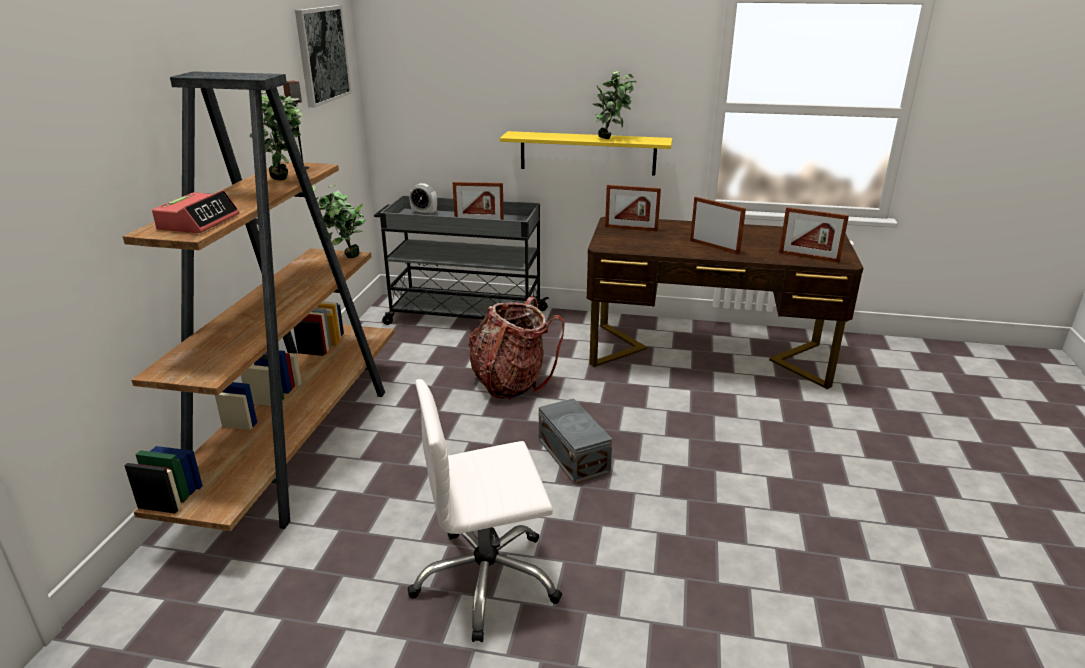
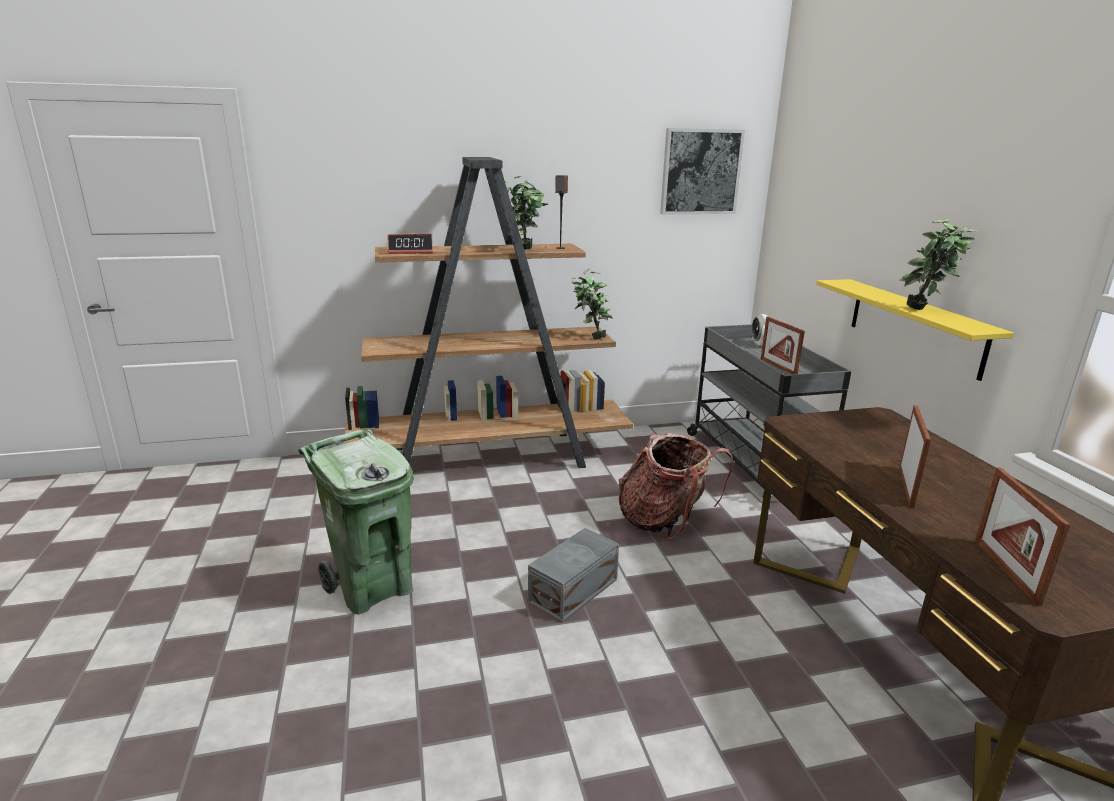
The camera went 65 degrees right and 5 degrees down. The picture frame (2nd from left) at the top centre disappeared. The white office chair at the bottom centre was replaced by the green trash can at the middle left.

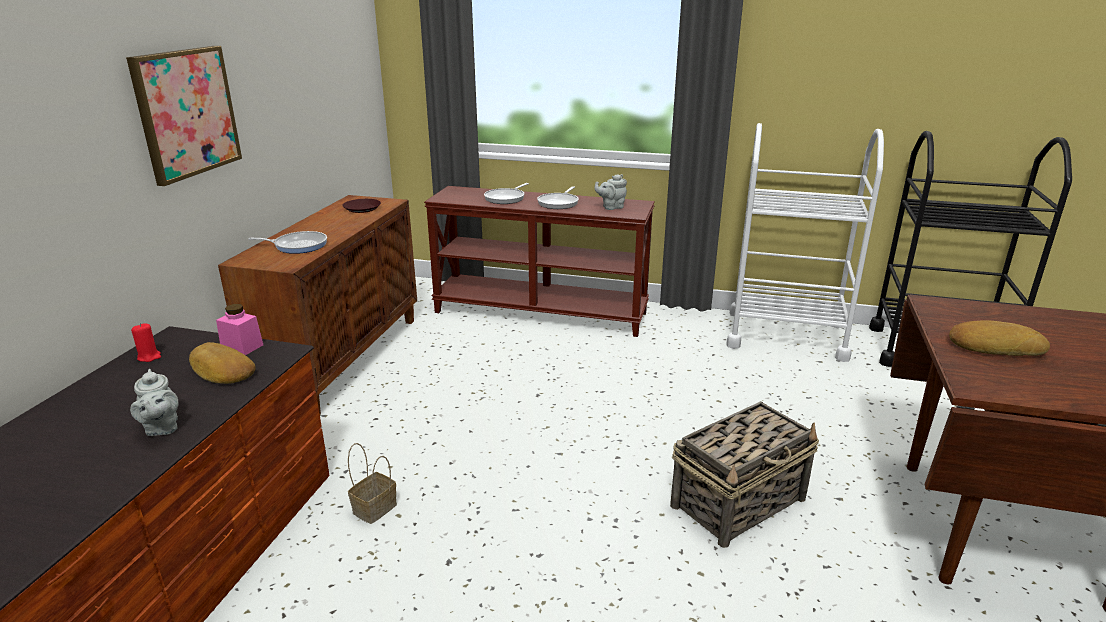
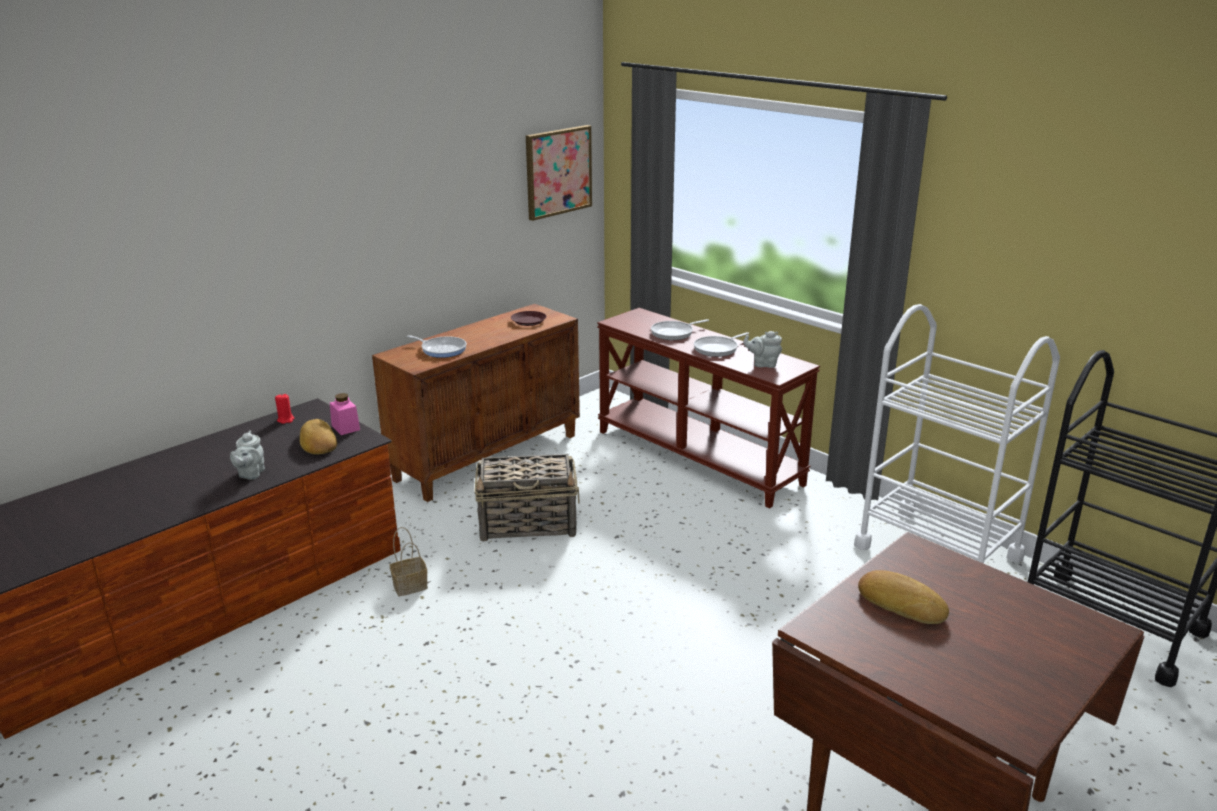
The camera went 30 degrees right and 0 degrees up. The picture moved from the top left to the top centre. The basket (2nd from left) moved from the bottom right to the centre.

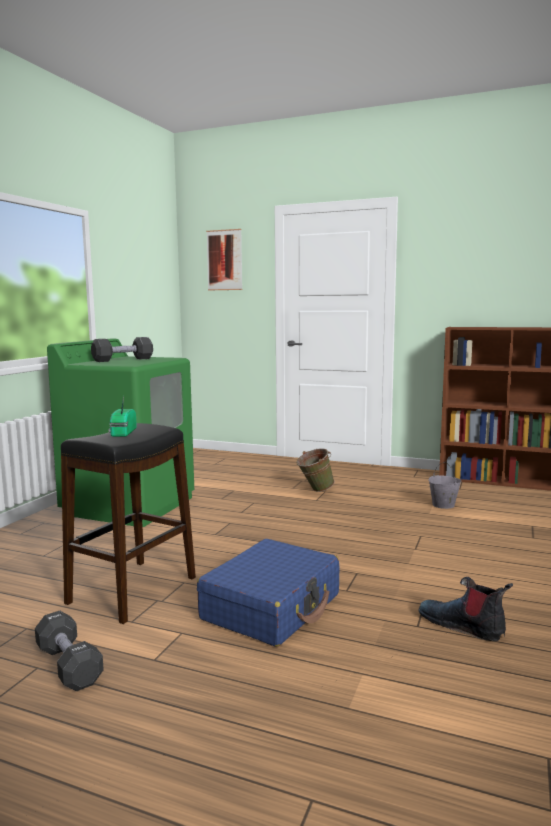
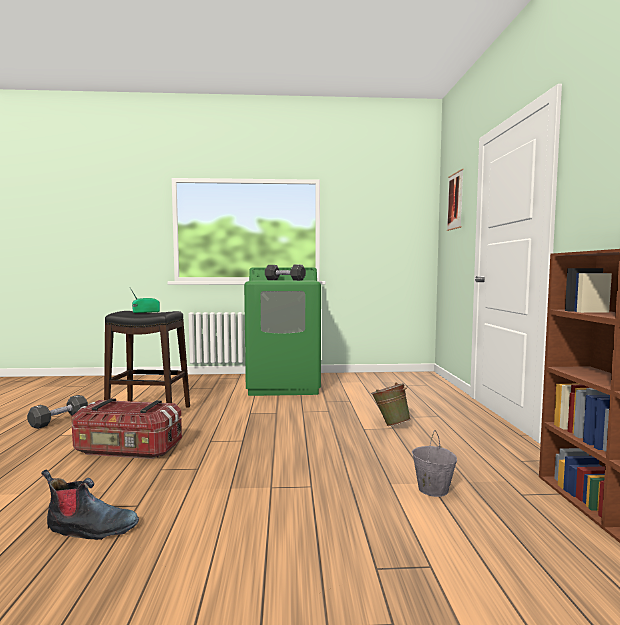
The camera went 65 degrees right and 5 degrees down. The blue suitcase at the bottom centre was replaced by the storage box at the bottom left. The boot at the bottom right turned 75 degrees clockwise.

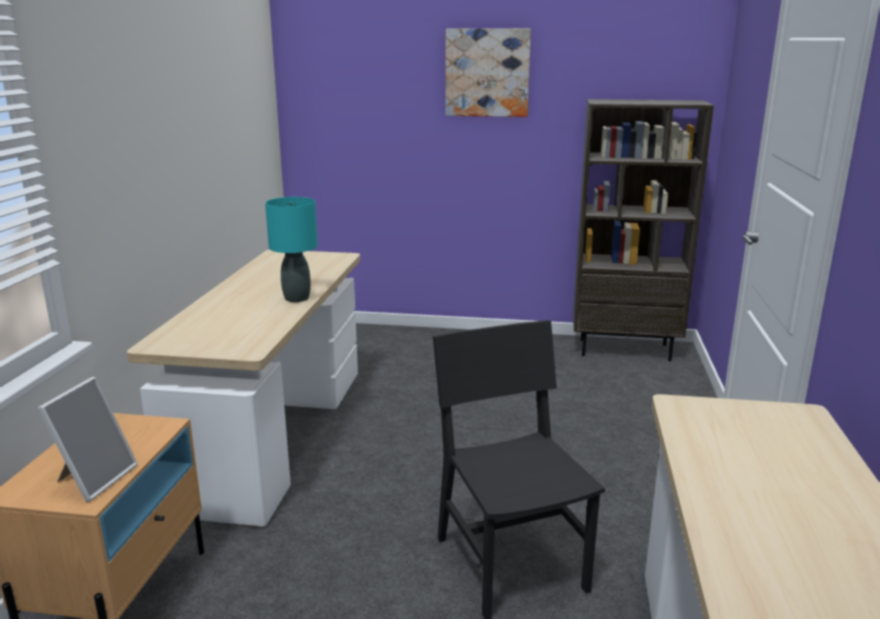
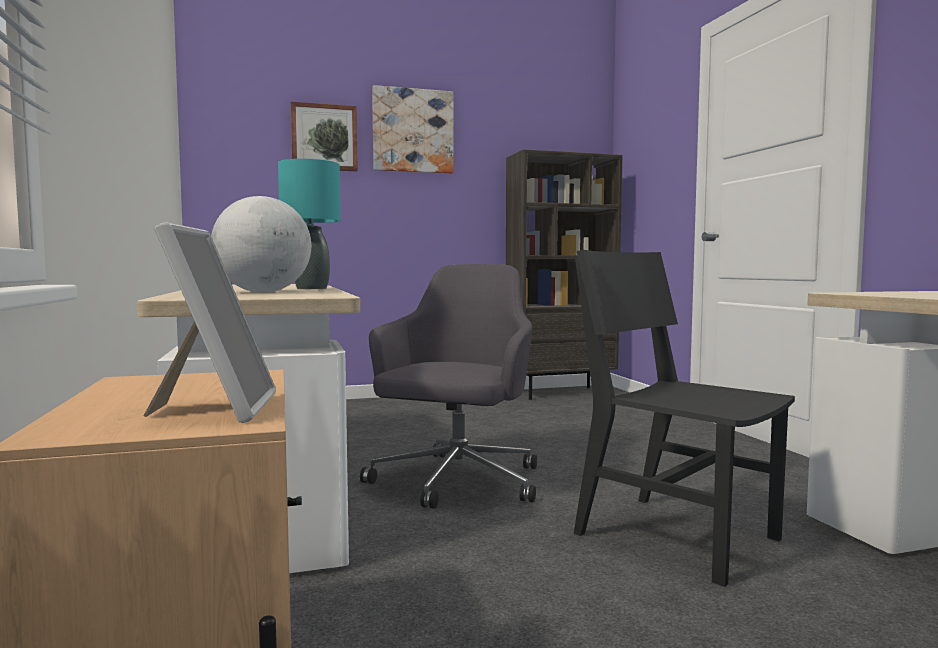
The camera went 25 degrees left and 15 degrees down. The globe at the middle left appeared. The picture (1st from left) at the top centre appeared. The grey office chair at the centre appeared.

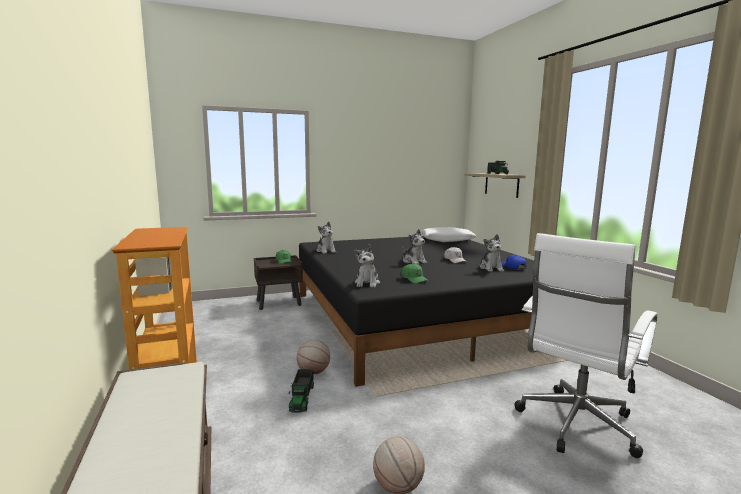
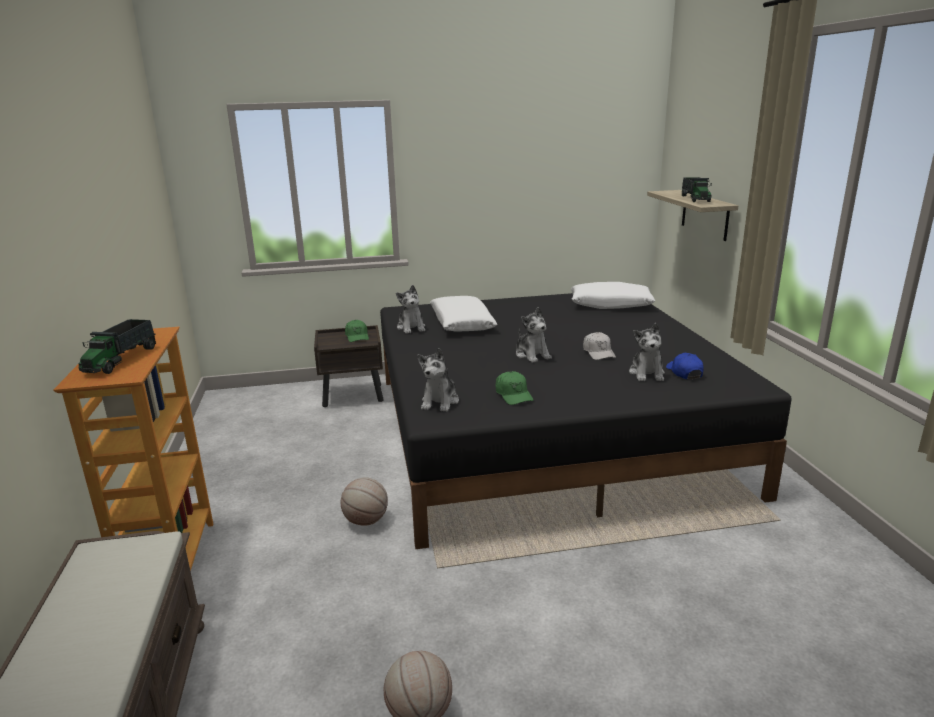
The camera went 10 degrees right and 10 degrees up. The white office chair at the bottom right disappeared. The white pillow (1st from left) at the centre appeared. The toy truck (1st from left) moved from the bottom centre to the middle left.

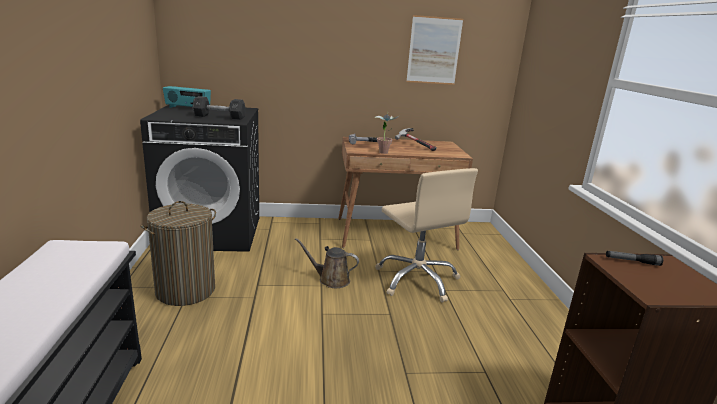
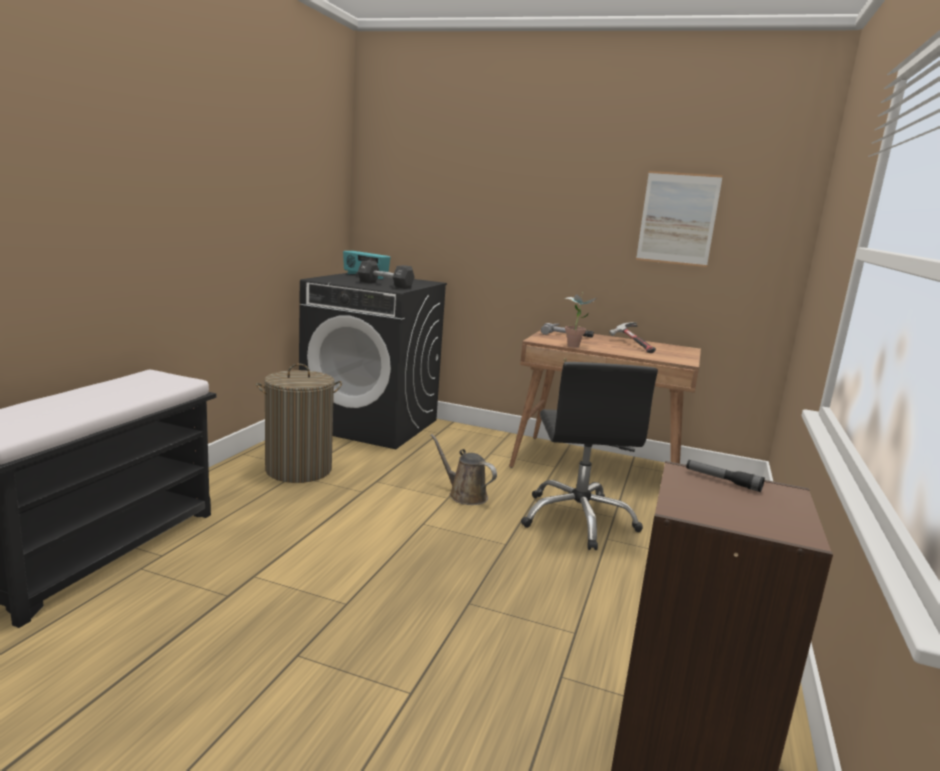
The camera went 25 degrees right and 5 degrees down. The beige office chair at the centre became the black office chair at the centre.

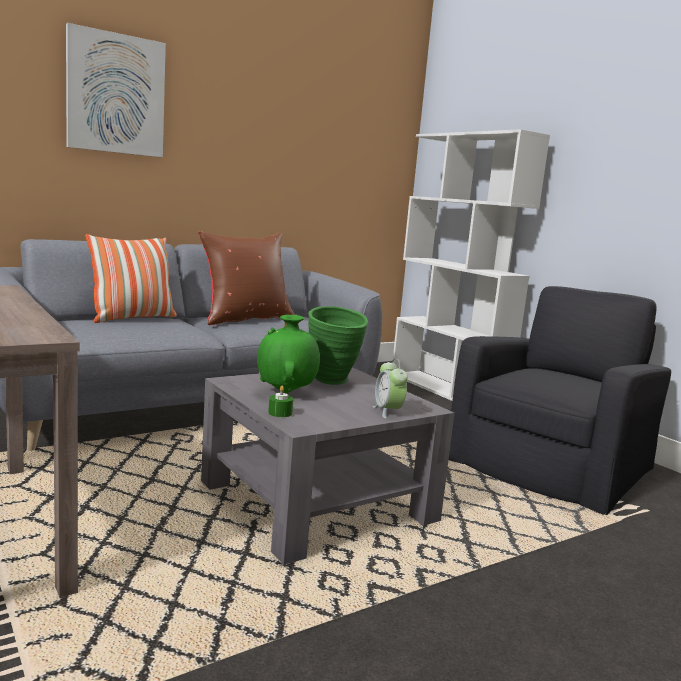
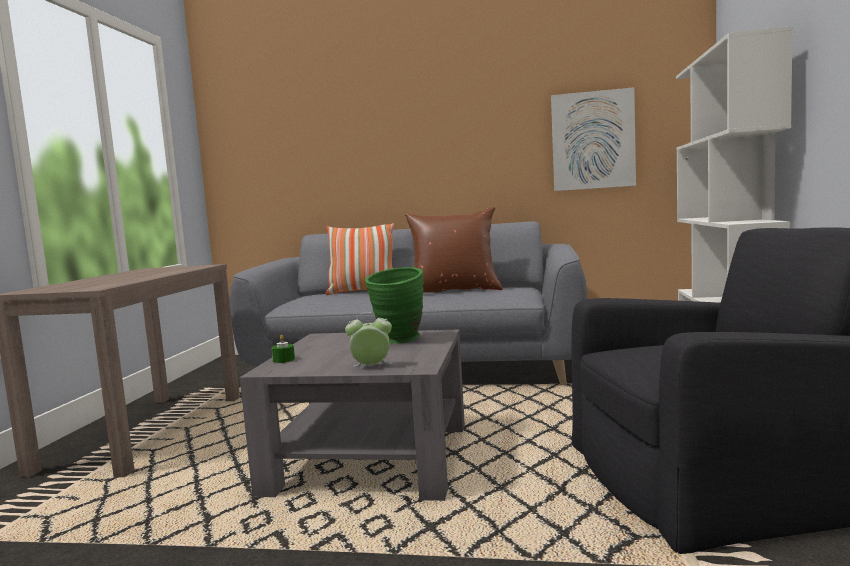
The camera went 45 degrees right and 5 degrees down. The green vase (1st from left) at the centre disappeared. The picture moved from the top left to the top right. The alarm clock at the centre turned 60 degrees clockwise.

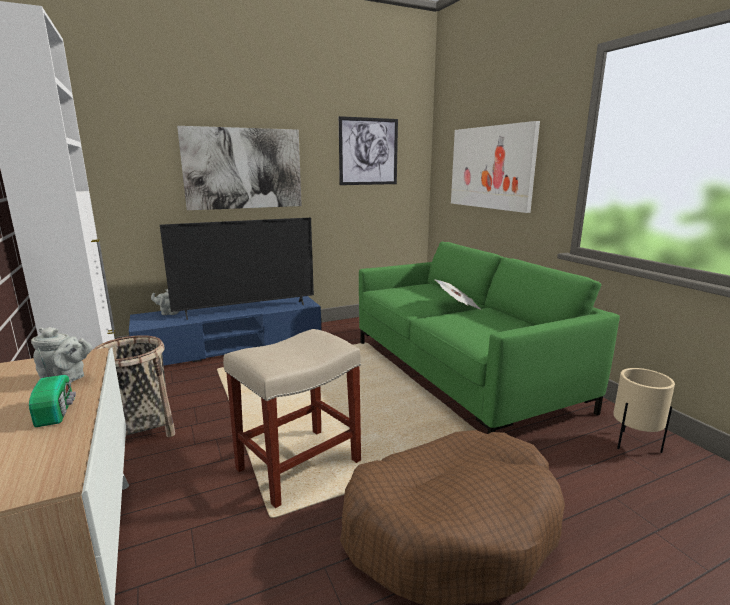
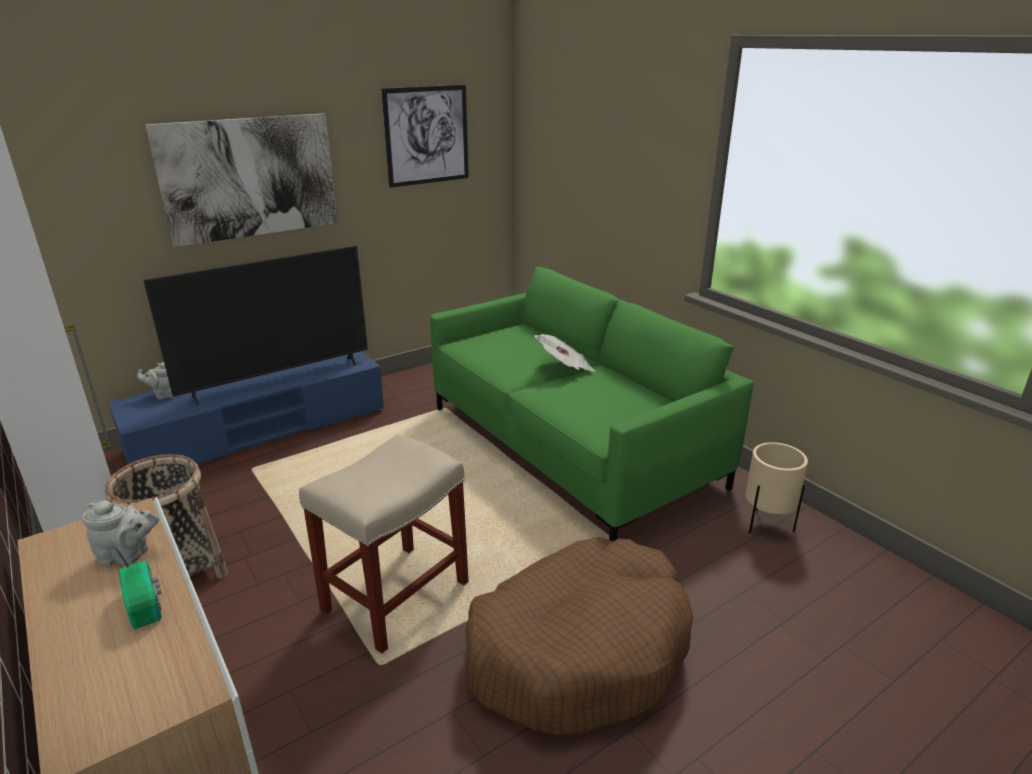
The camera went 10 degrees left and 10 degrees up. The picture (3rd from left) at the top right disappeared.

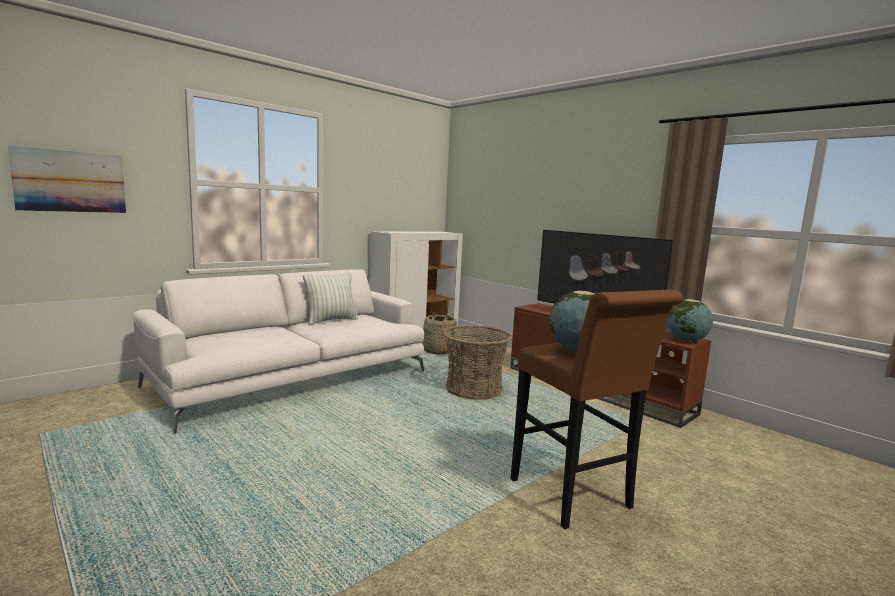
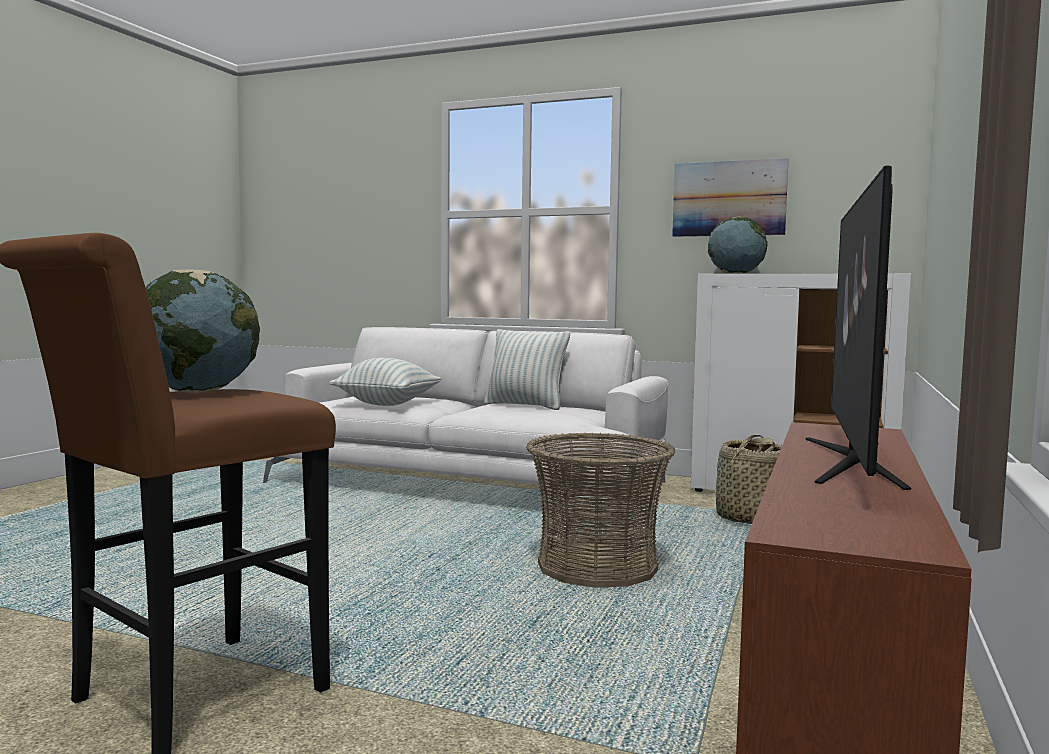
The camera went 65 degrees right and 5 degrees down. The pillow (1st from left) at the centre appeared. The picture moved from the top left to the top right. The globe (2nd from left) moved from the middle right to the top right.

